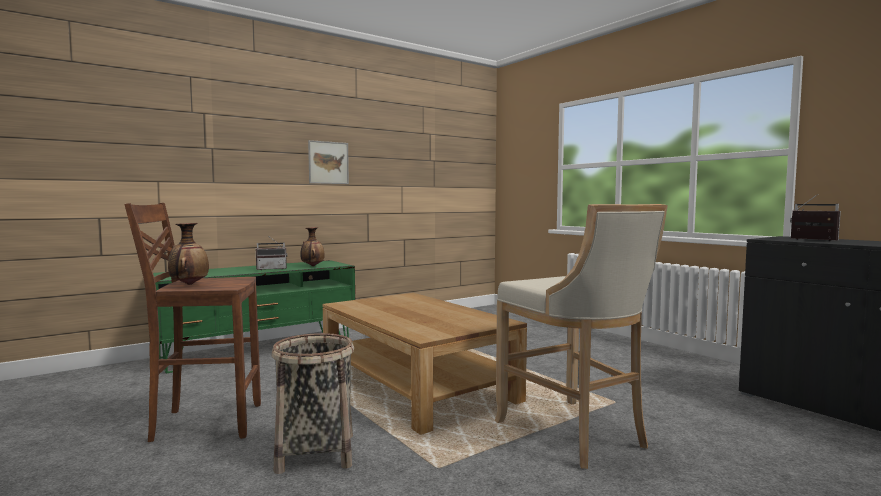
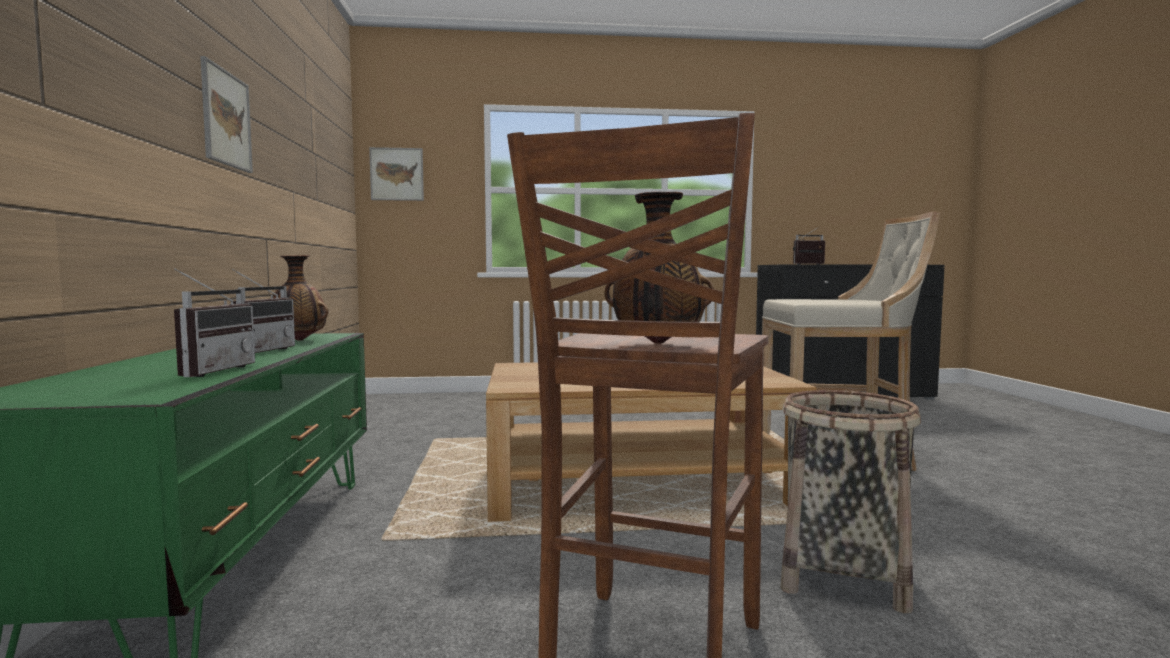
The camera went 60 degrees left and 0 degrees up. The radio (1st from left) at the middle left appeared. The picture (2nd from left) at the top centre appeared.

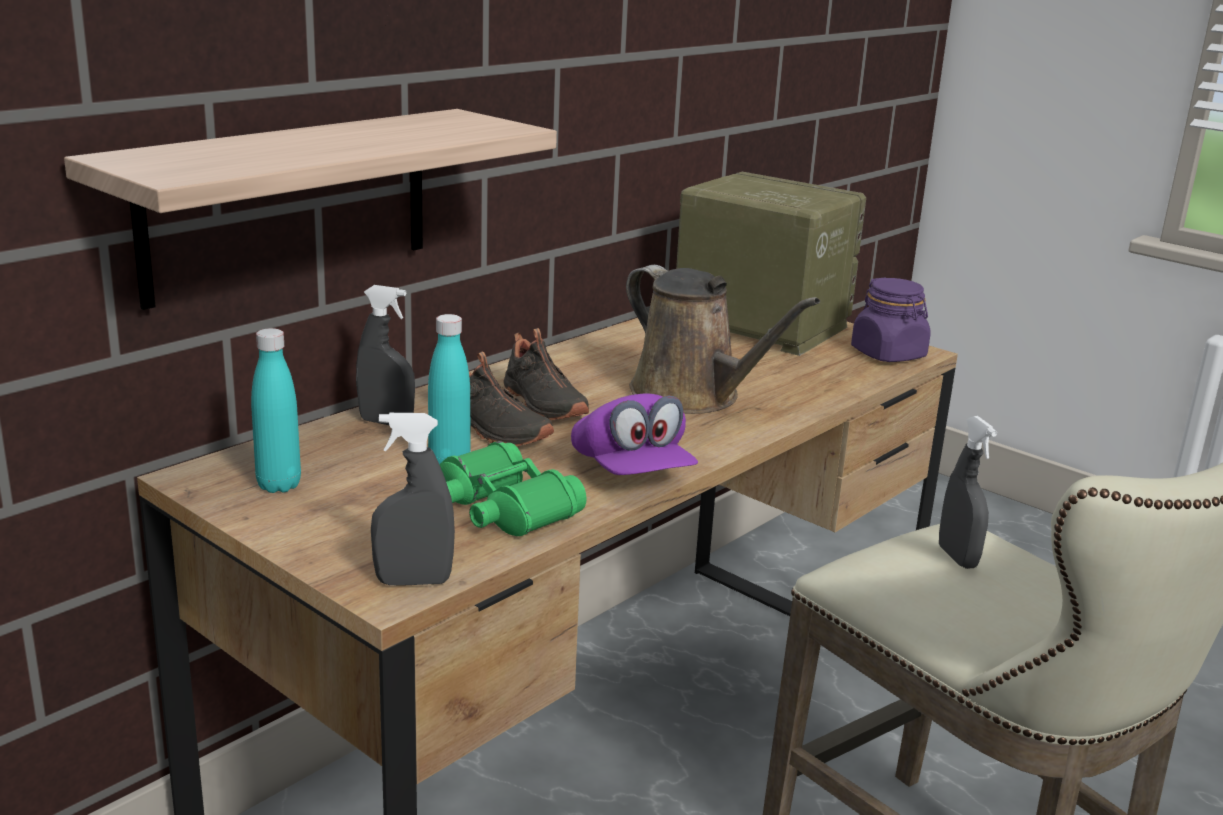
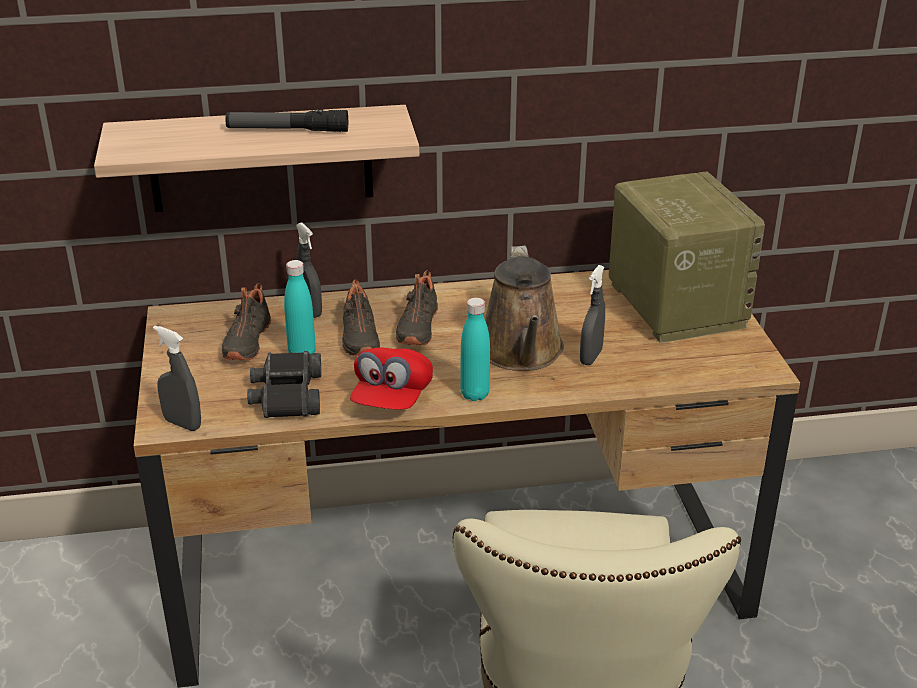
The camera went 40 degrees right and 10 degrees up. The purple jar at the middle right disappeared. The black shoe (1st from left) at the middle left appeared. The flashlight at the top left appeared. The turquoise bottle (1st from left in the first image) moved from the middle left to the centre. The grey spray bottle (3rd from left) moved from the middle right to the centre. The green binoculars at the centre became the black binoculars at the middle left. The purple cap at the centre became the red cap at the centre.

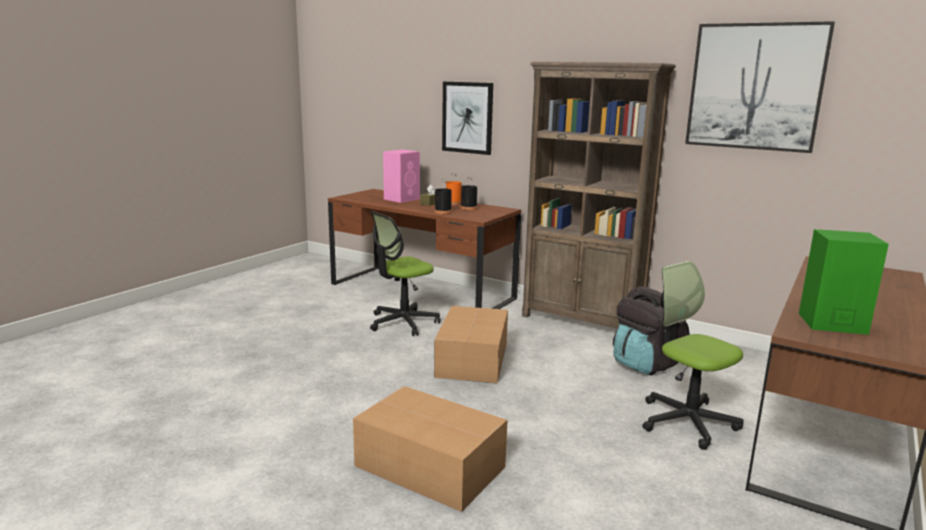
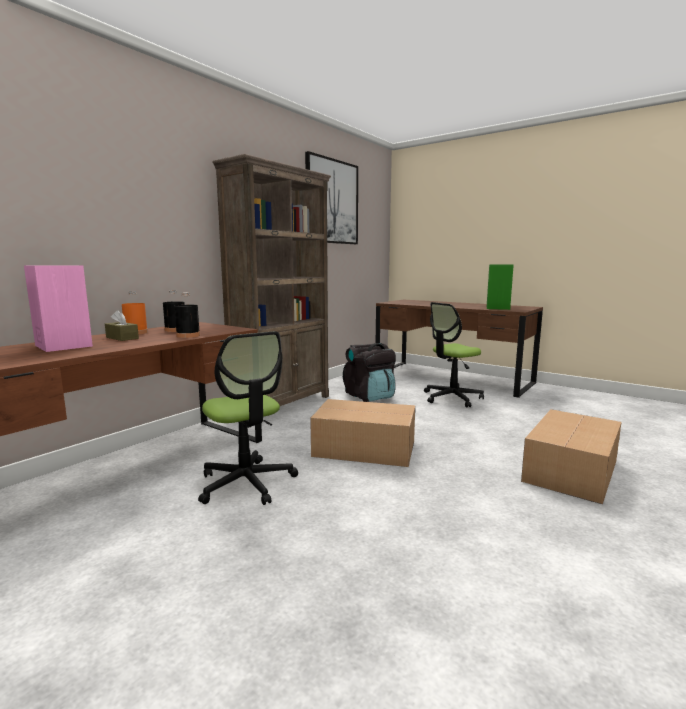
The camera went 85 degrees left and 5 degrees down. The picture (1st from left) at the top centre disappeared.

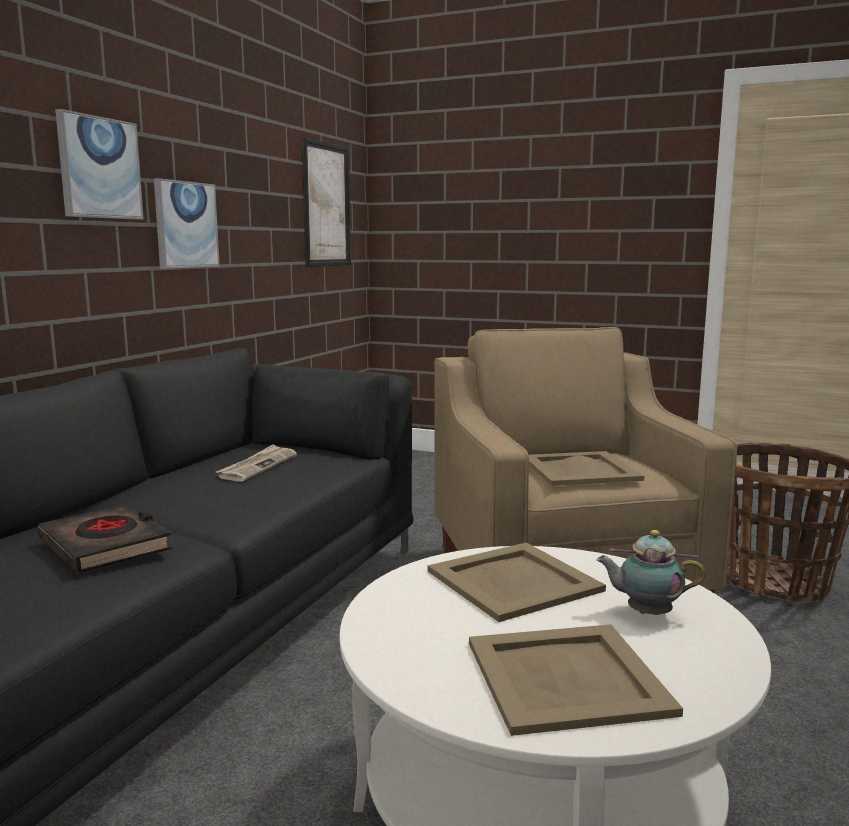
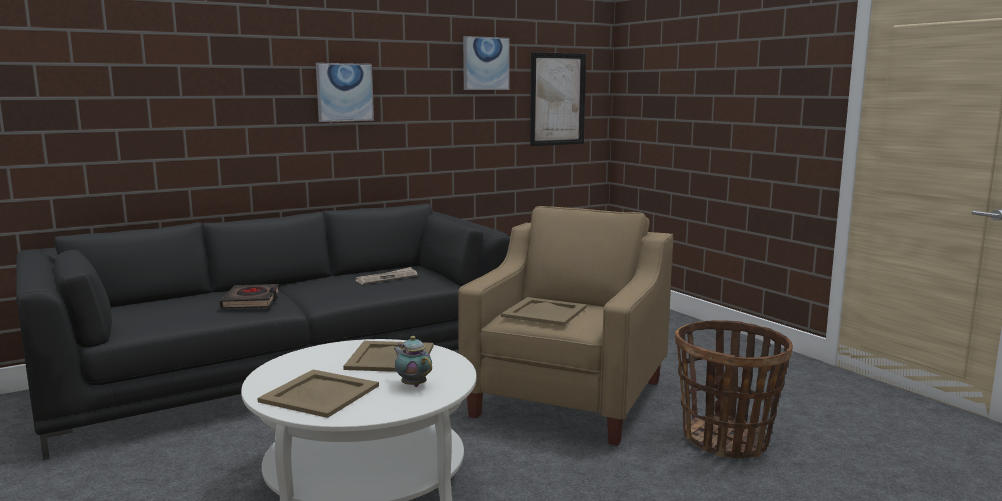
The camera went 35 degrees right and 0 degrees up. The picture (2nd from left) moved from the top left to the top centre.

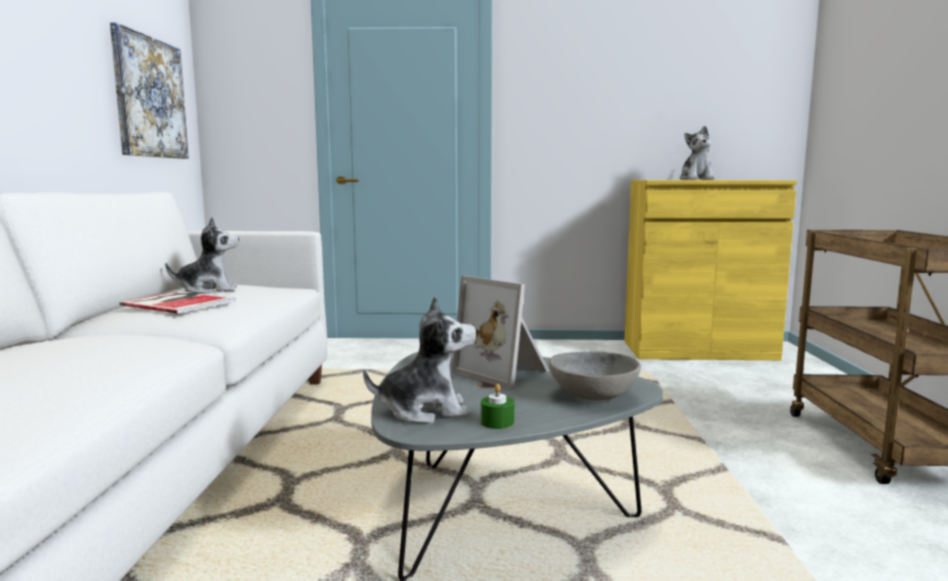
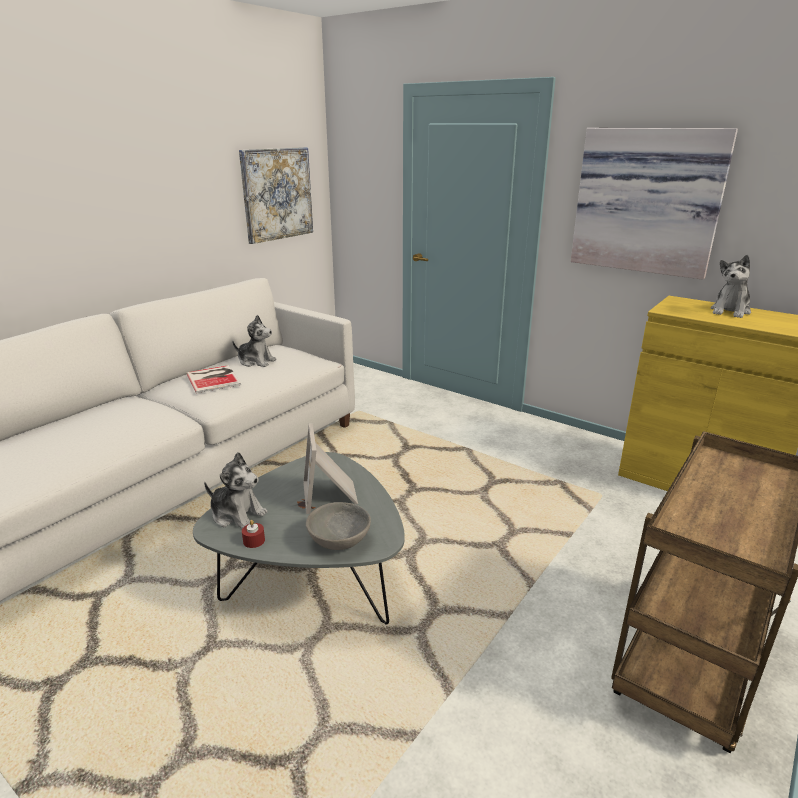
The camera went 35 degrees right and 15 degrees up. The picture (2nd from left) at the top right appeared. The green candle at the bottom centre became the red candle at the bottom left.

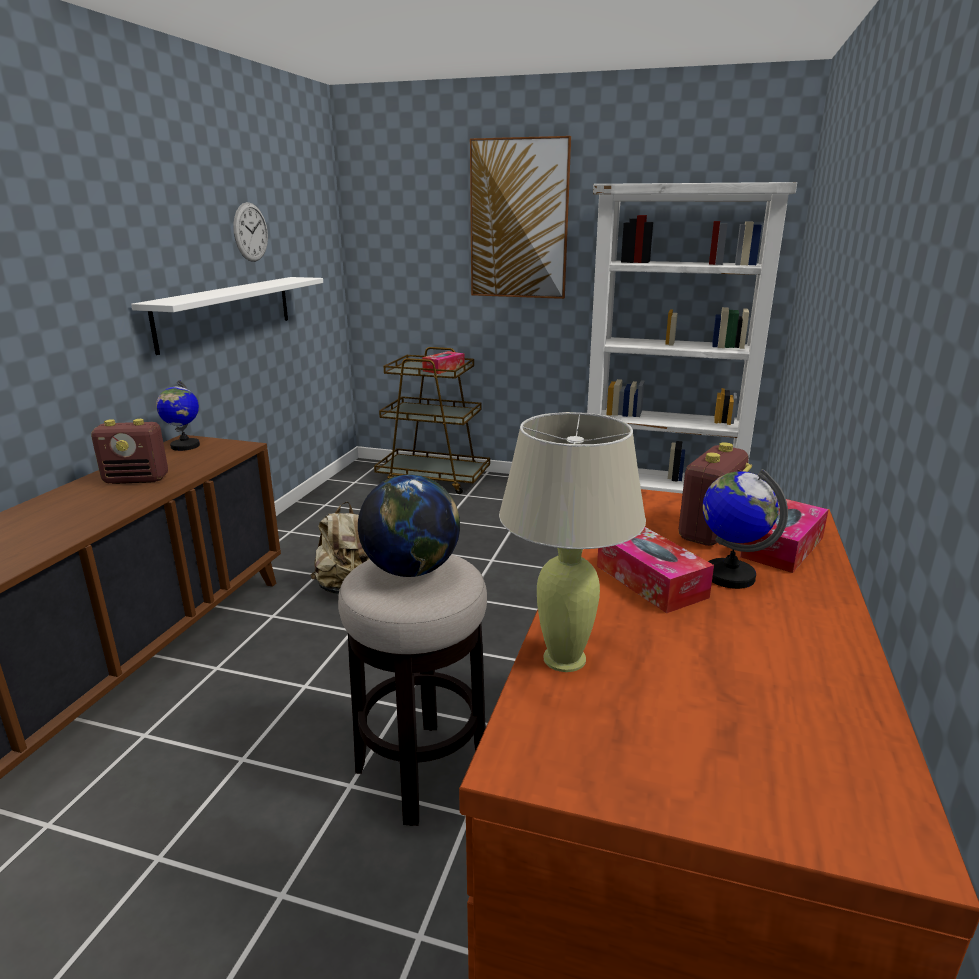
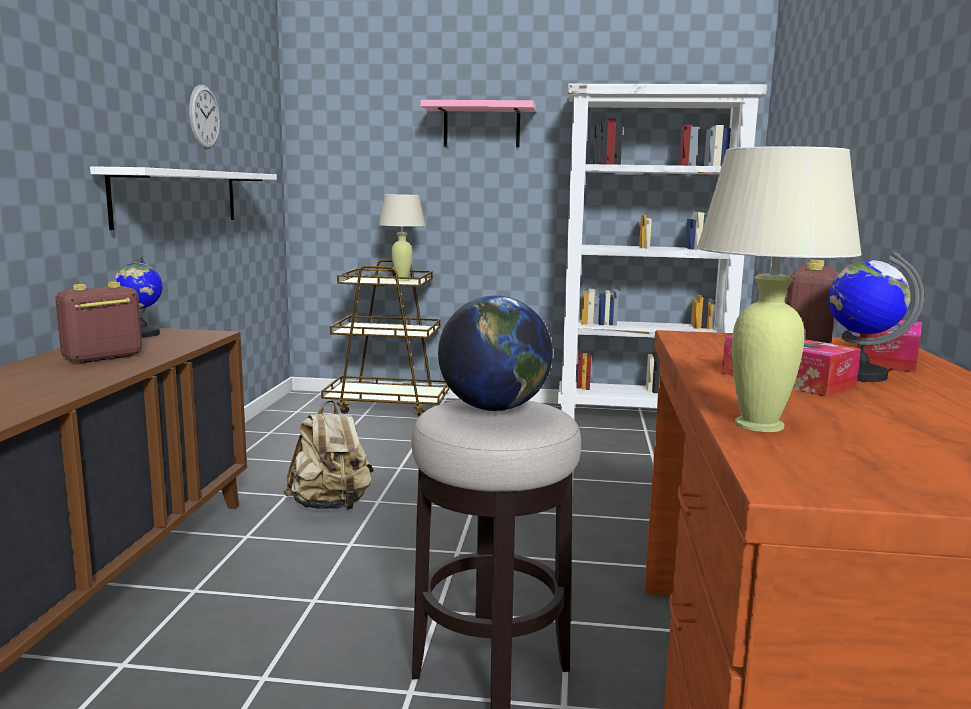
The camera went 10 degrees left and 10 degrees down. The tissue box (1st from left) at the centre was replaced by the beige table lamp (1st from left) at the centre. The picture at the top centre was replaced by the pink shelf at the top centre. The radio (1st from left) at the middle left turned 150 degrees clockwise.

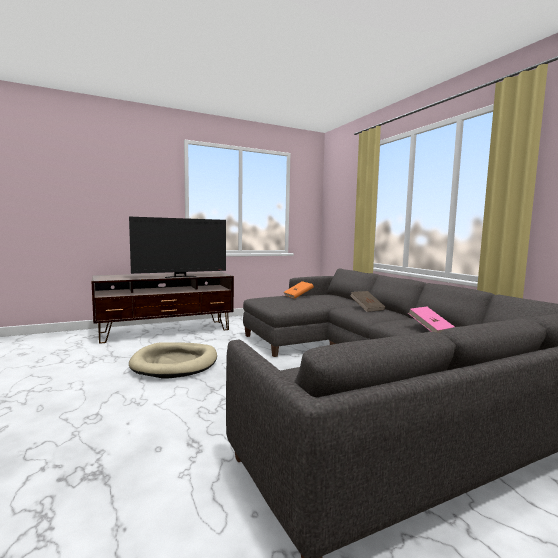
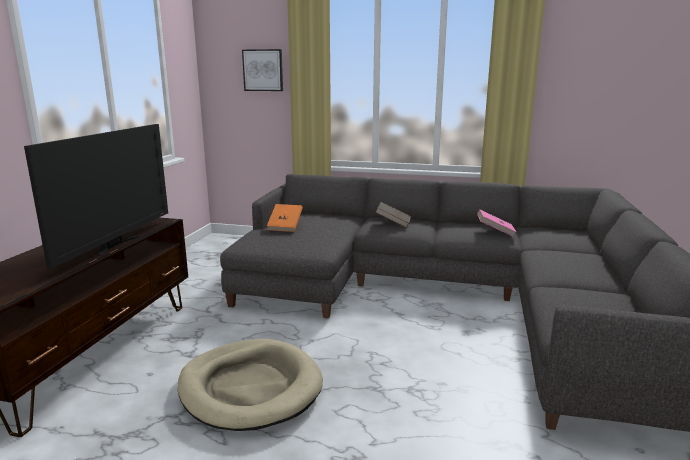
The camera went 50 degrees left and 10 degrees up. The picture at the top centre appeared.

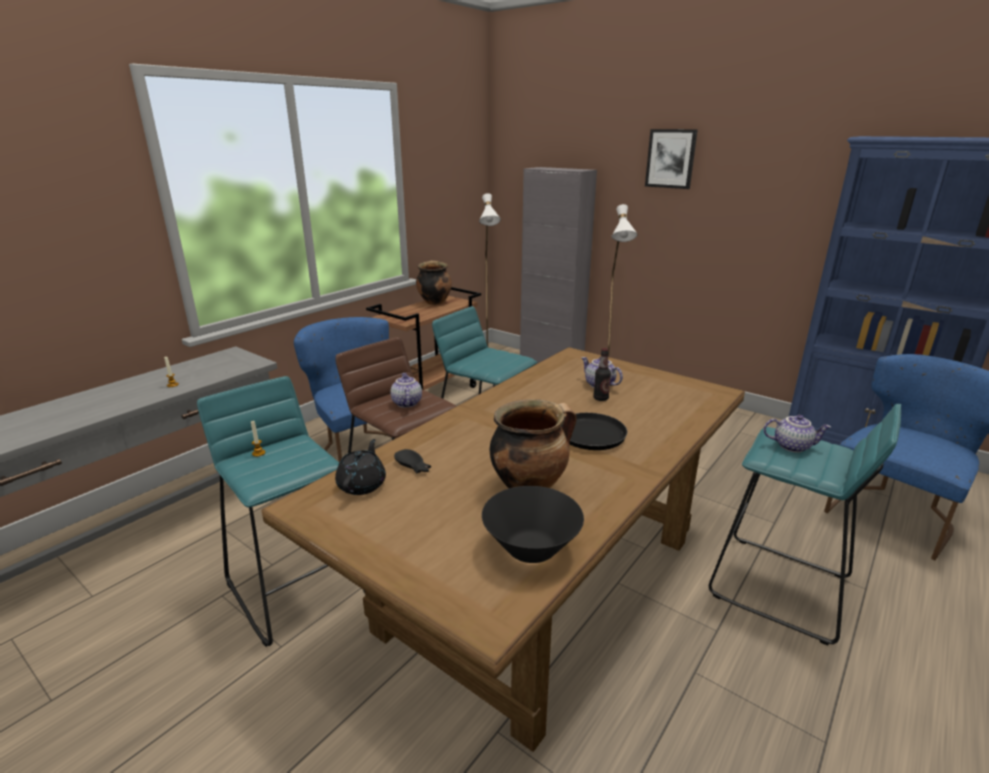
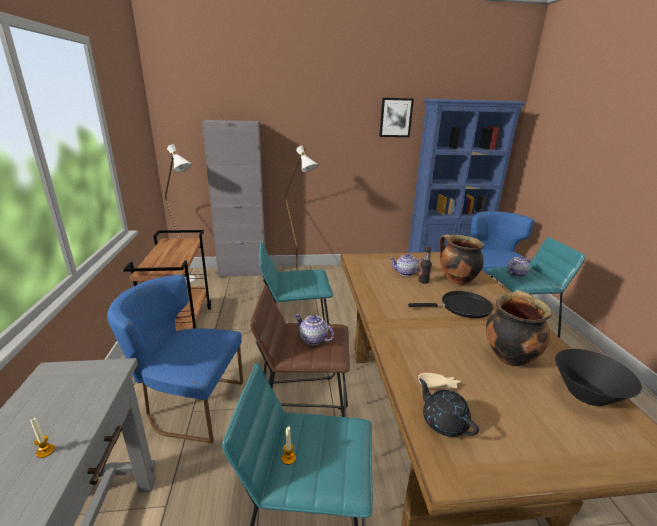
The camera went 45 degrees left and 0 degrees up. The cooking pot (1st from left) moved from the centre to the middle right. The picture moved from the top right to the top centre. The black bowl (1st from left) at the centre became the beige bowl at the bottom right.

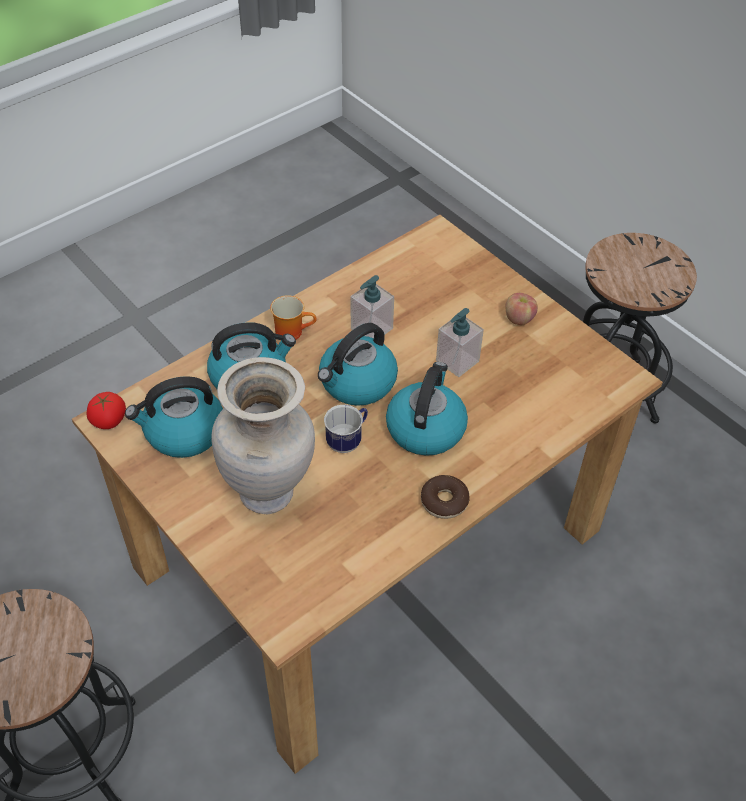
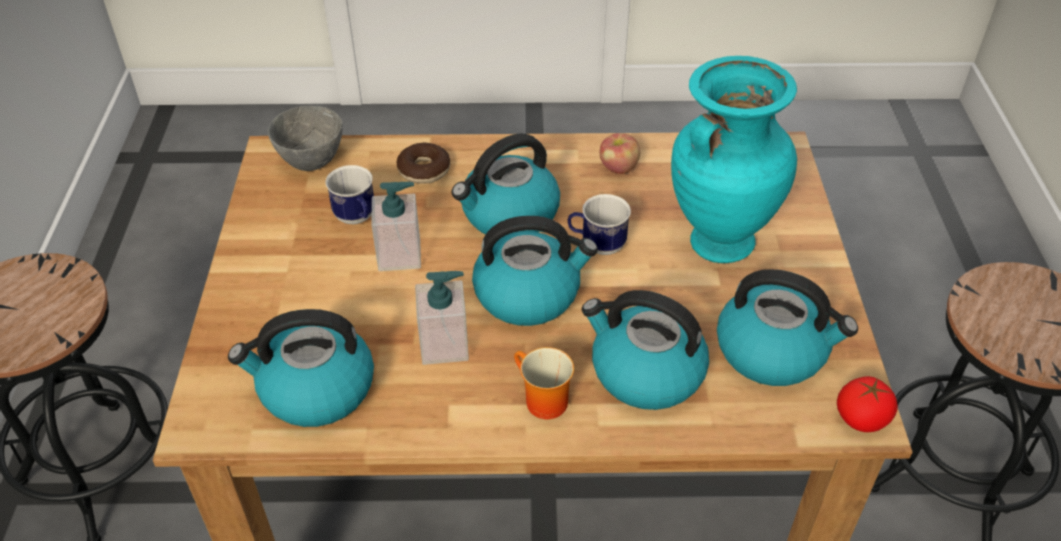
The camera went 140 degrees left and 5 degrees down. The kettle (1st from left) at the bottom left appeared. The grey bowl at the top left appeared. The mug (1st from left) at the middle left appeared. The donut moved from the centre to the top centre. The apple moved from the middle right to the top centre. The beige vase at the centre became the turquoise vase at the top right.

